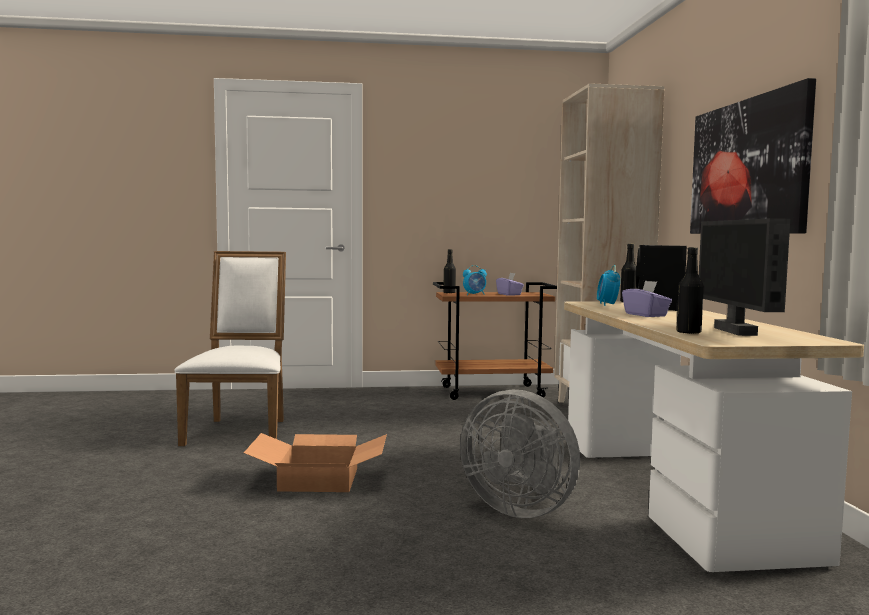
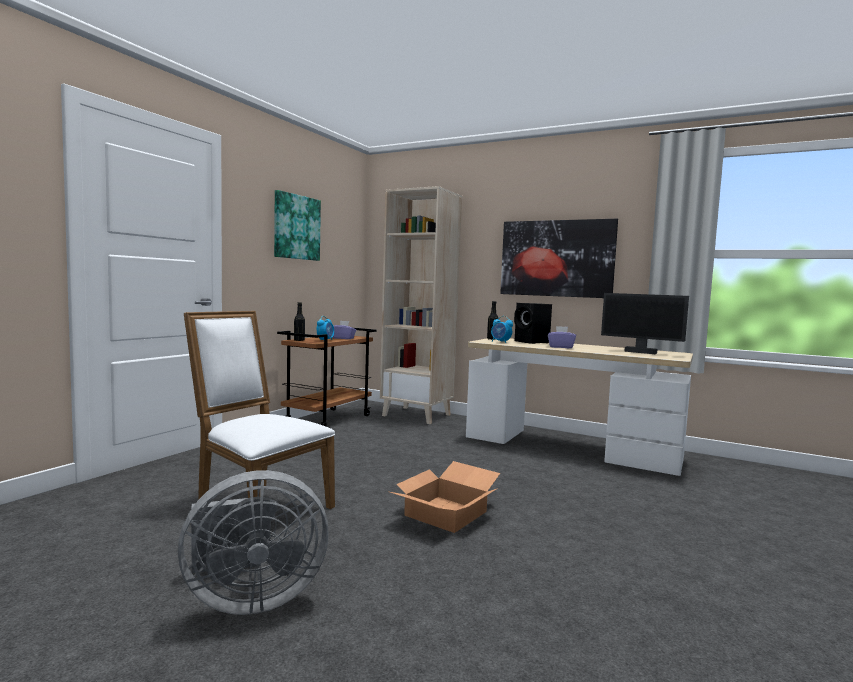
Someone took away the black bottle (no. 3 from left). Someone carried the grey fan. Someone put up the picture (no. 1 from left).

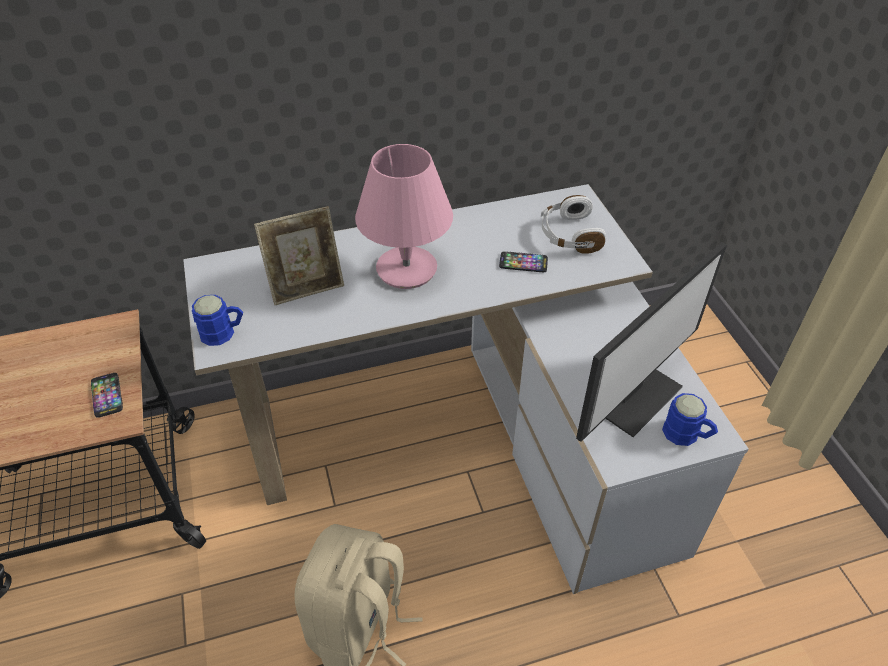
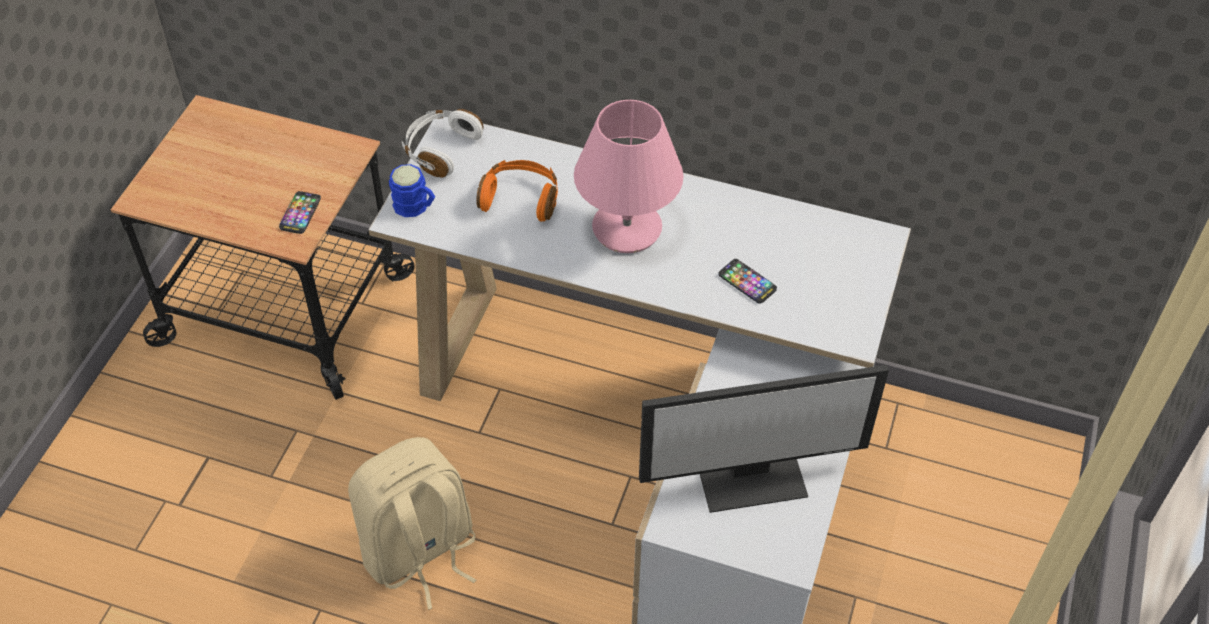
Someone carried the white headphones. Someone swapped the picture frame for the orange headphones. Someone took away the blue mug (no. 2 from left).

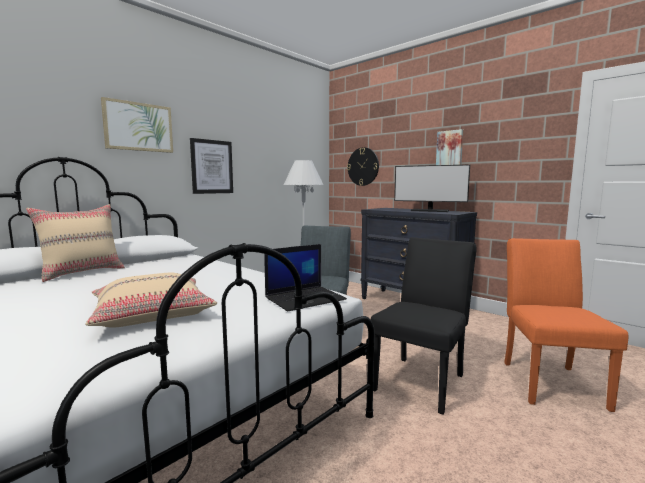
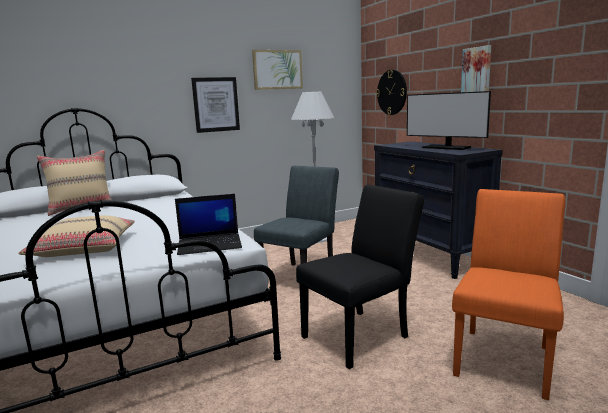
Someone carried the picture (no. 1 from left in the first image).

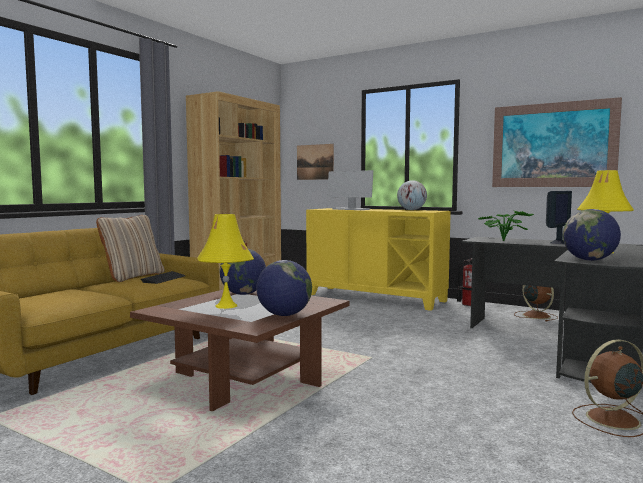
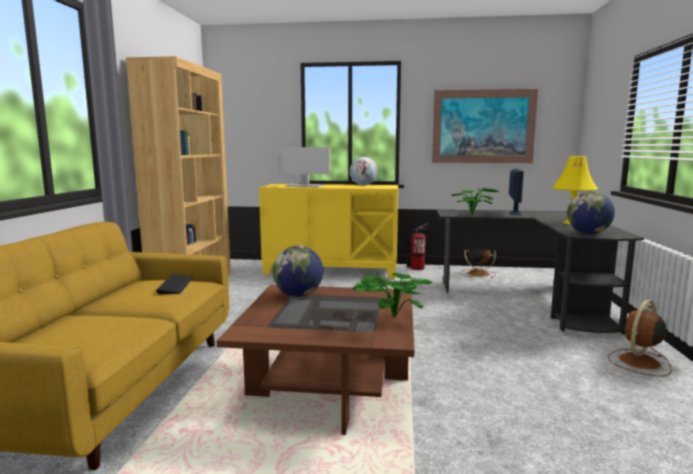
Someone took away the picture (no. 1 from left). Someone took away the yellow table lamp (no. 1 from left). Someone took away the beige pillow. Someone swapped the globe (no. 2 from left) for the potted plant (no. 1 from left).

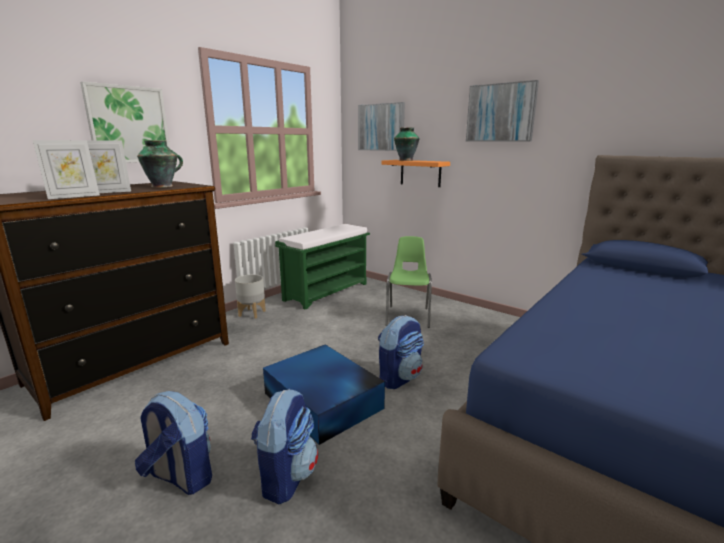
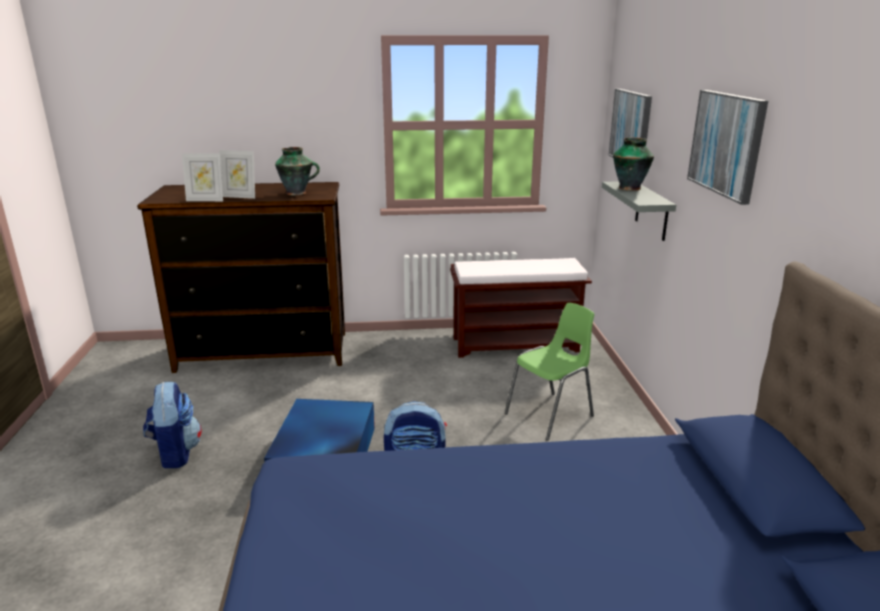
Someone took away the picture (no. 1 from left). Someone repainted the orange shelf, which became the grey shelf. Someone repainted the green bench, which became the brown bench. Someone took away the grey planter. Someone took away the backpack (no. 2 from left).

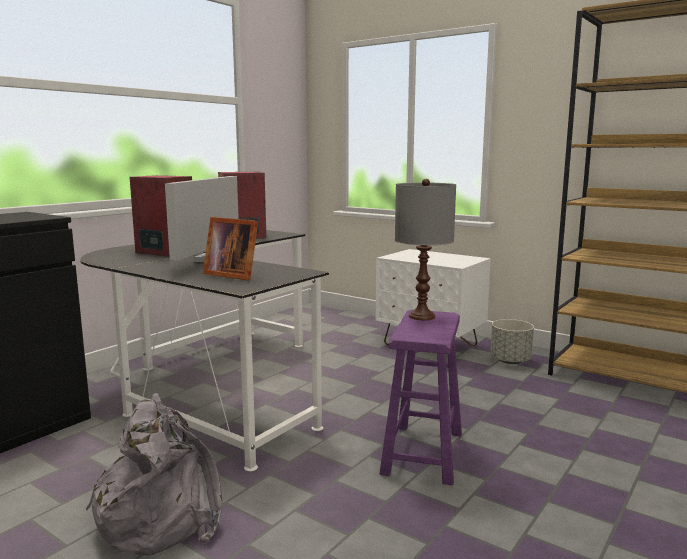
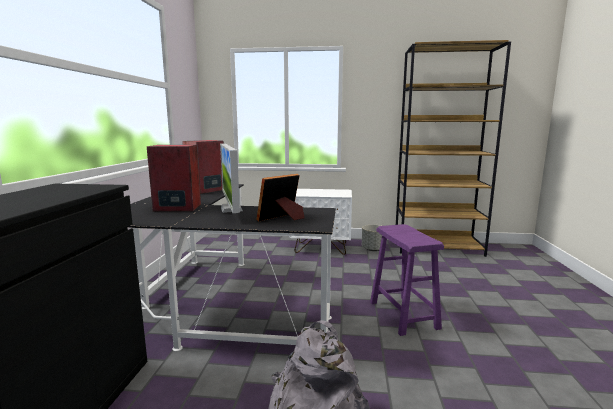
Someone took away the grey table lamp. Someone rotated the picture frame by 135 degrees clockwise.

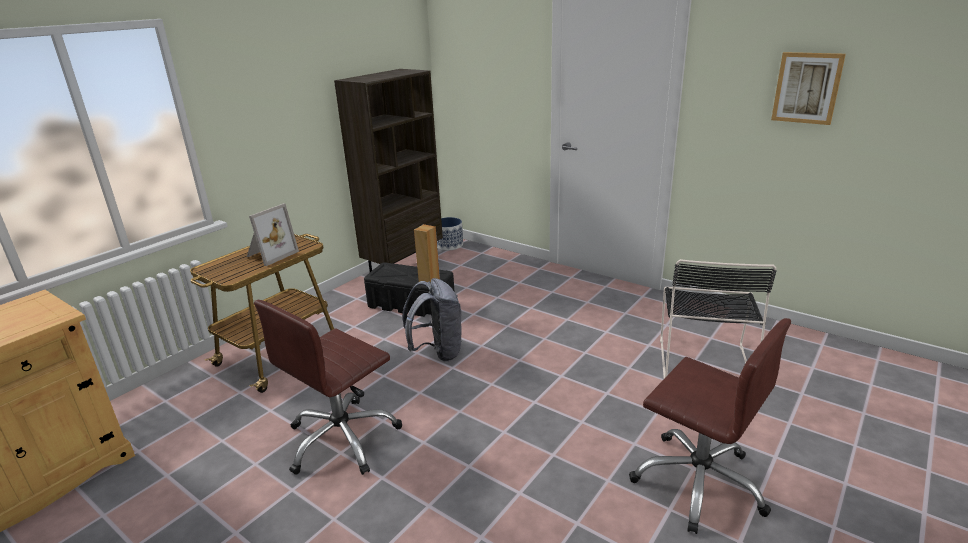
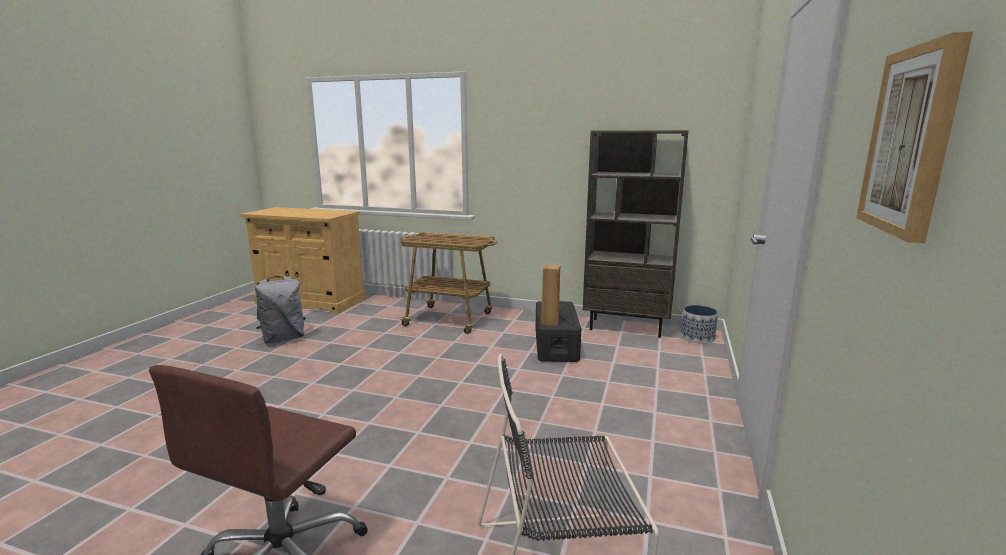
Someone took away the picture frame. Someone carried the grey backpack. Someone took away the brown office chair (no. 1 from left).

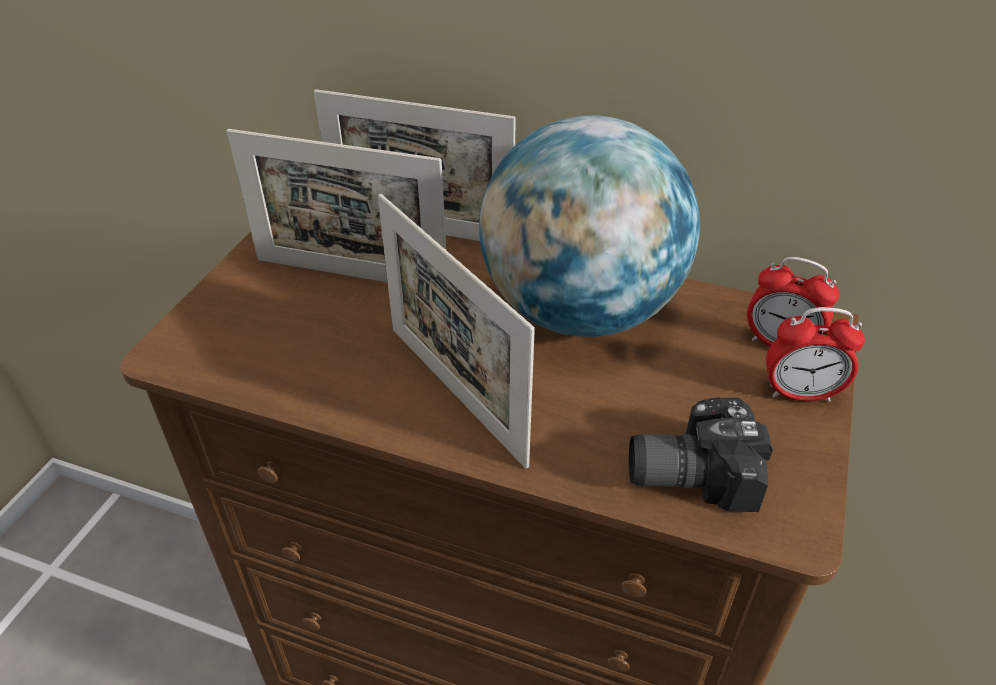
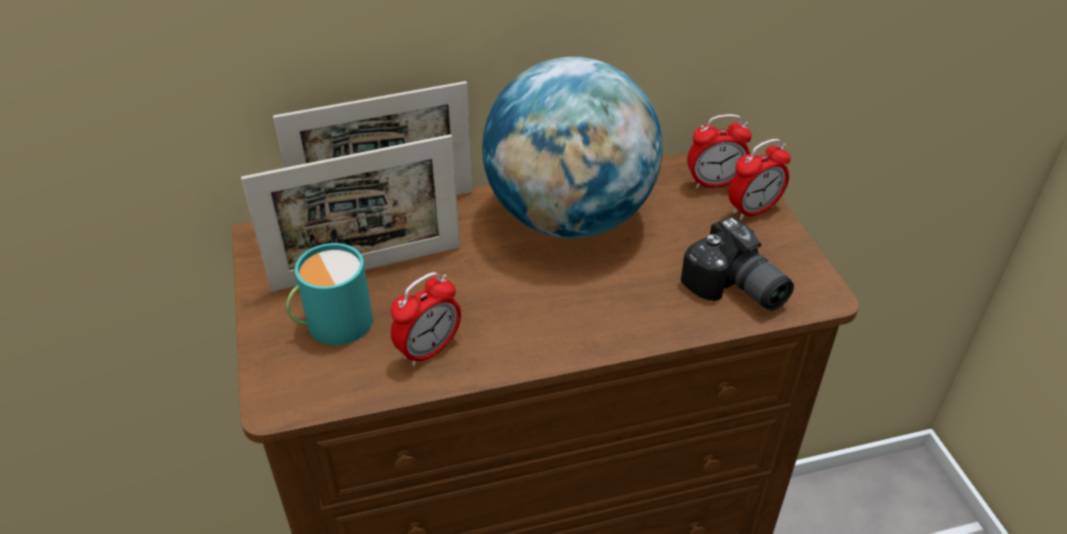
Someone took away the picture frame (no. 3 from left). Someone rotated the photo camera by 90 degrees counterclockwise. Someone put down the turquoise mug. Someone put down the alarm clock (no. 1 from left).

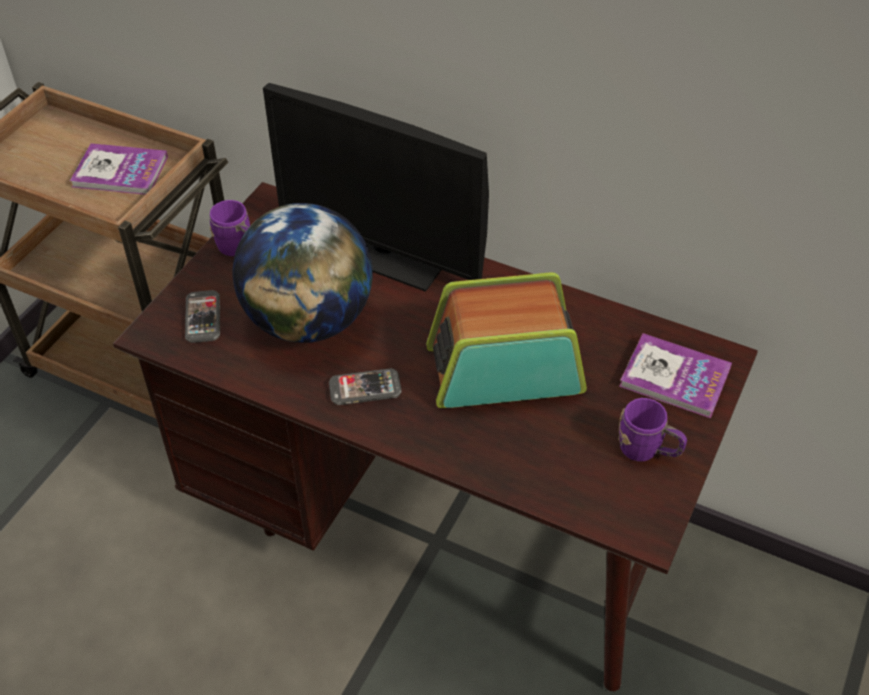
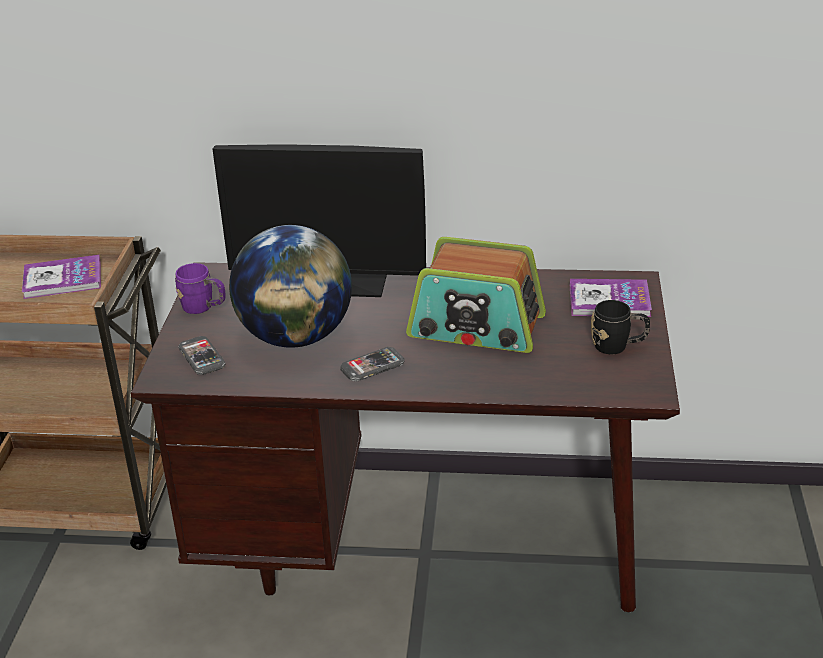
Someone rotated the radio by 135 degrees counterclockwise. Someone repainted the purple mug (no. 2 from left), which became the black mug.

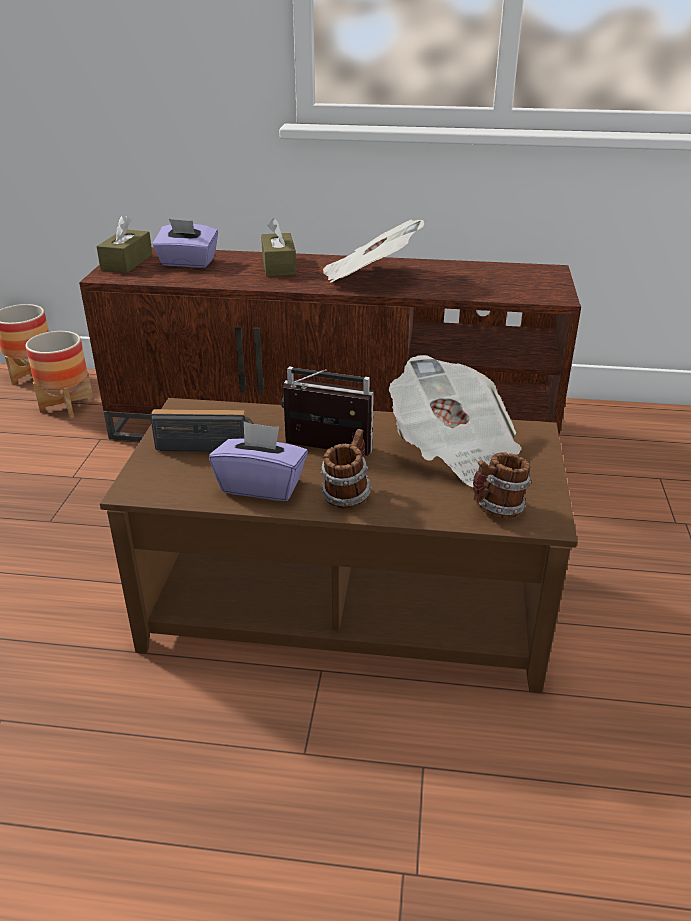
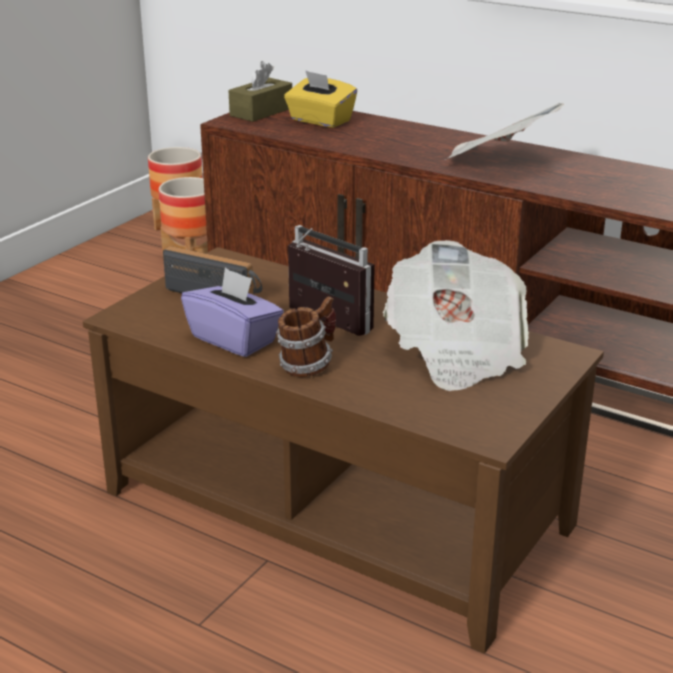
Someone took away the brown tissue box (no. 2 from left). Someone repainted the purple tissue box (no. 1 from left), which became the yellow tissue box. Someone took away the mug (no. 2 from left).

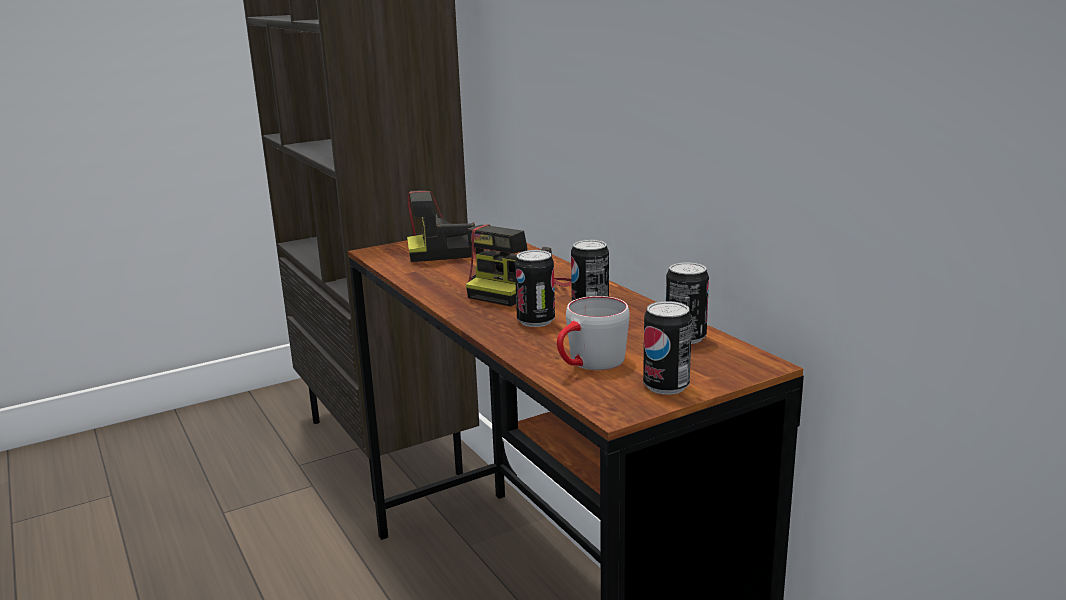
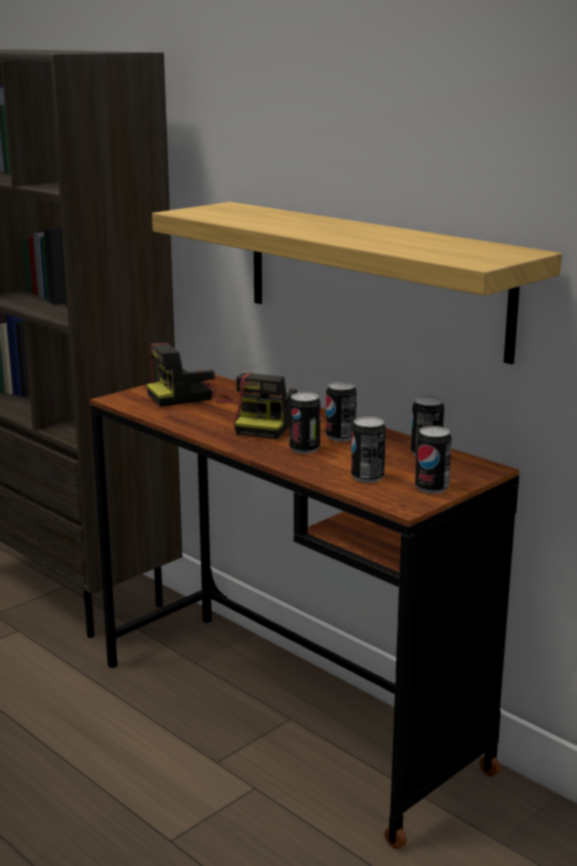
Someone swapped the grey mug for the can (no. 3 from left). Someone put up the shelf.

